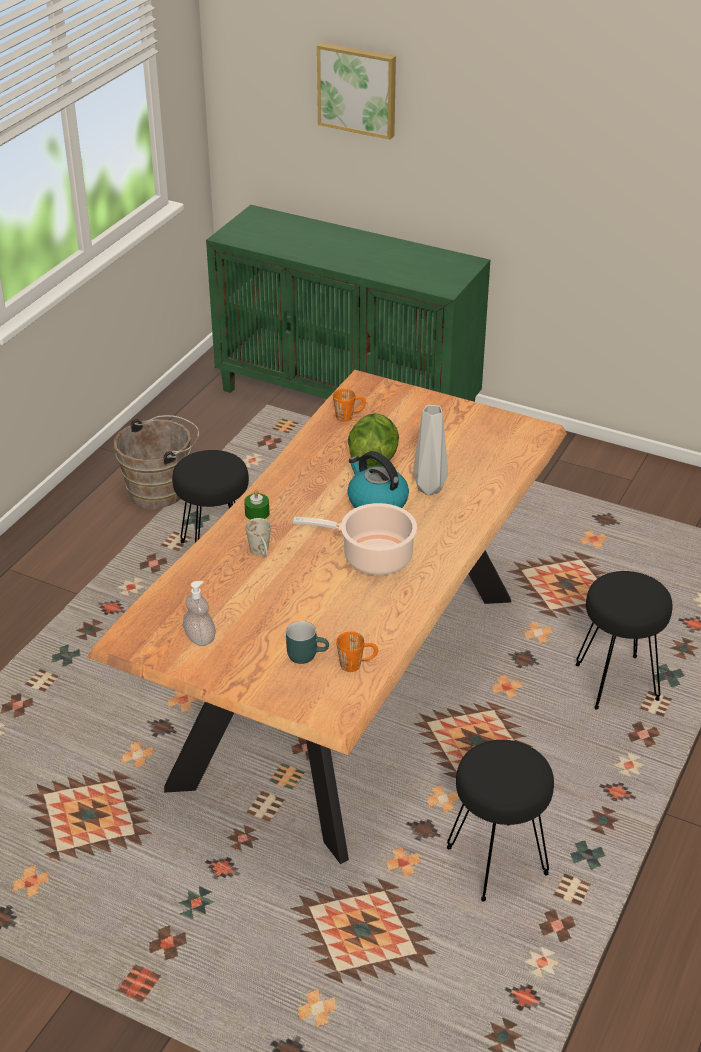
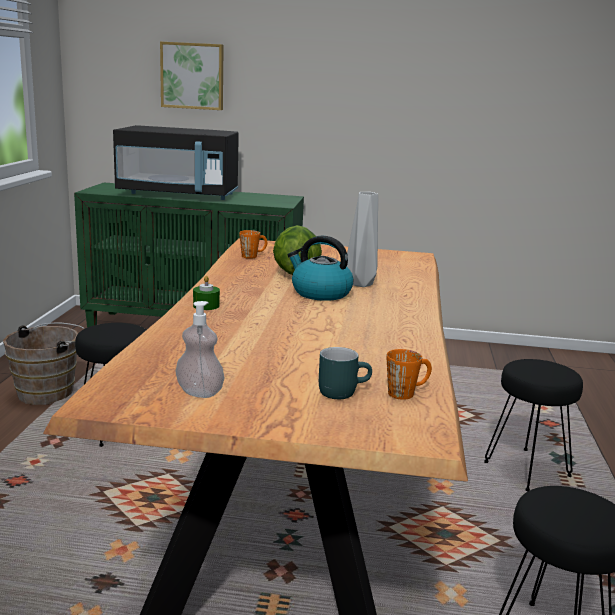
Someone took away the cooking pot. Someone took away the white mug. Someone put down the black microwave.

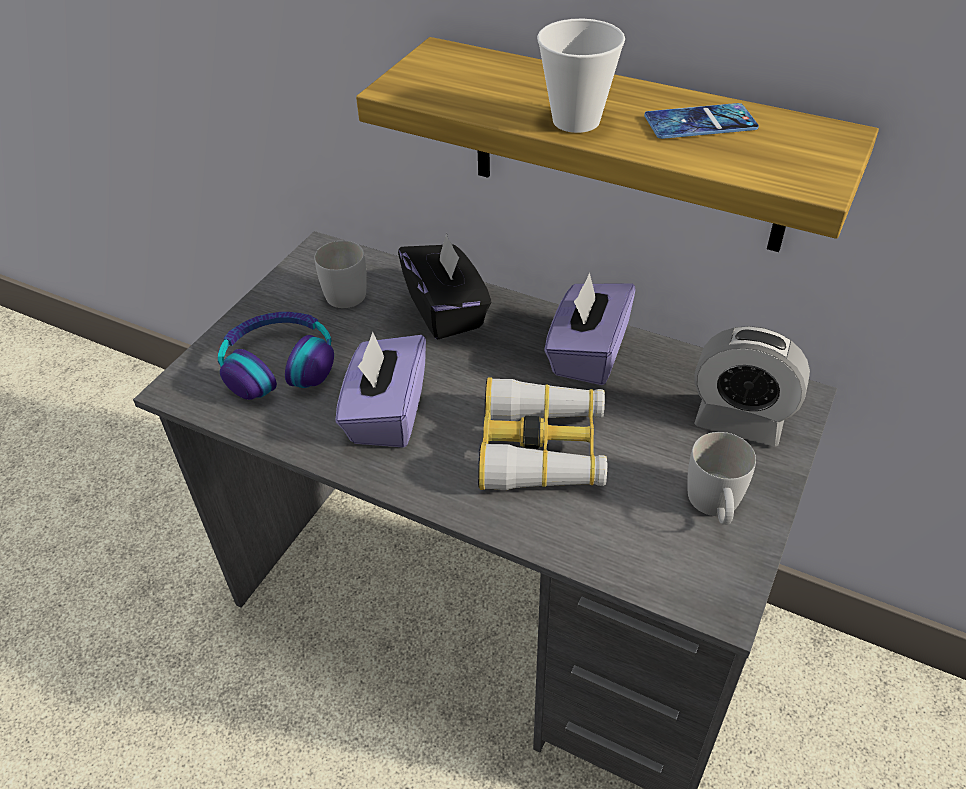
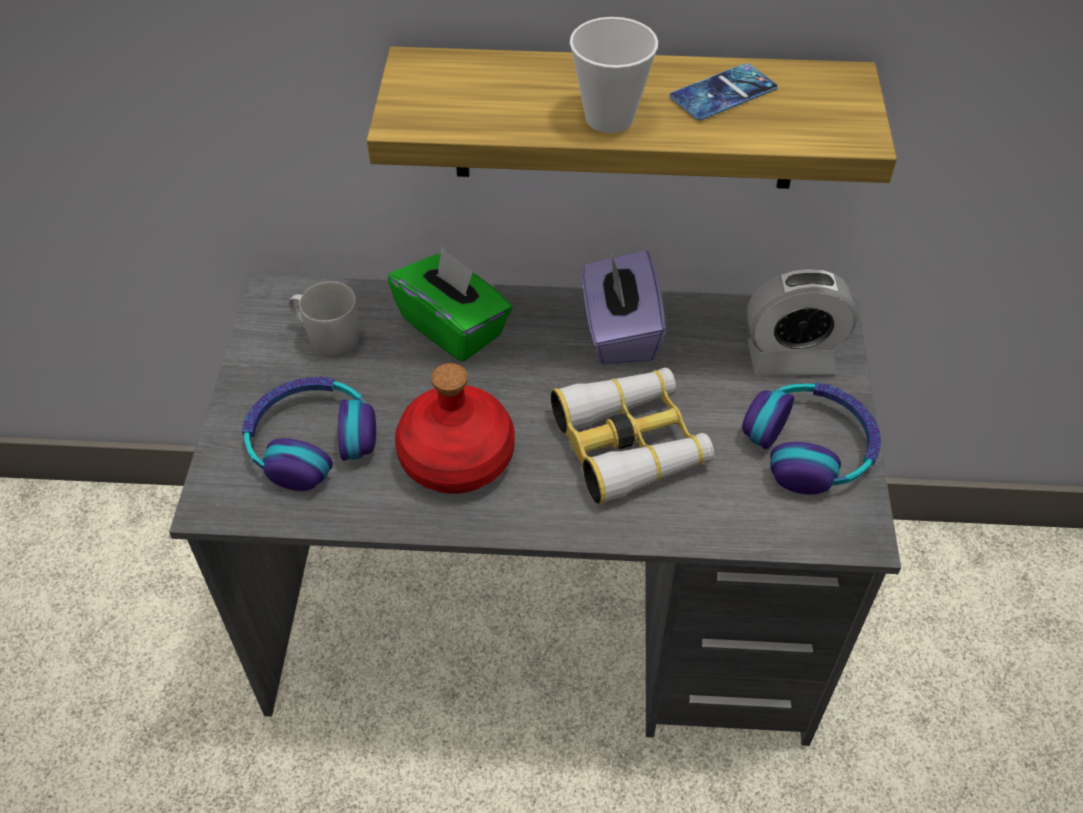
Someone repainted the black tissue box, which became the green tissue box. Someone swapped the purple tissue box (no. 1 from left) for the red bottle. Someone swapped the white mug (no. 2 from left) for the headphones (no. 2 from left).

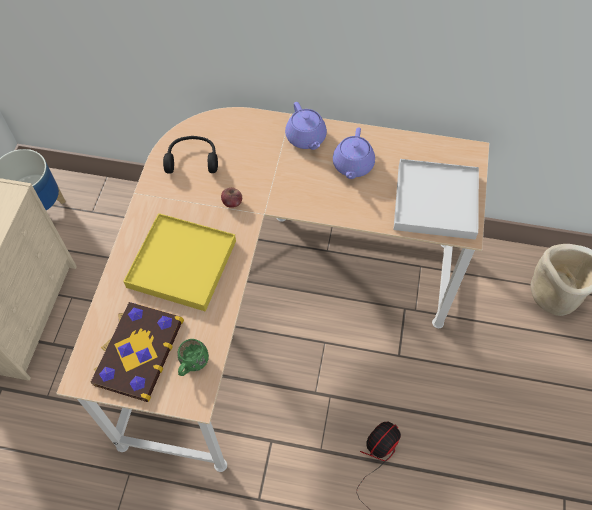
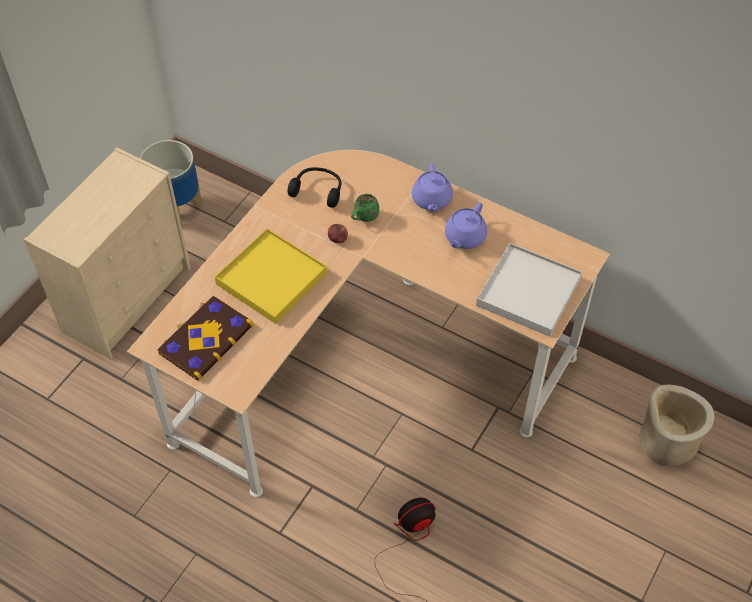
Someone carried the green mug.

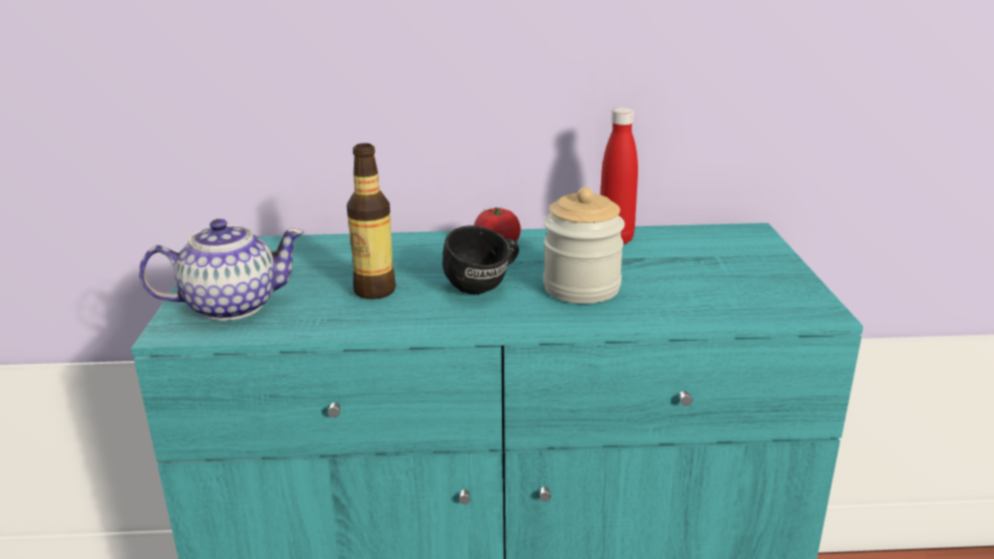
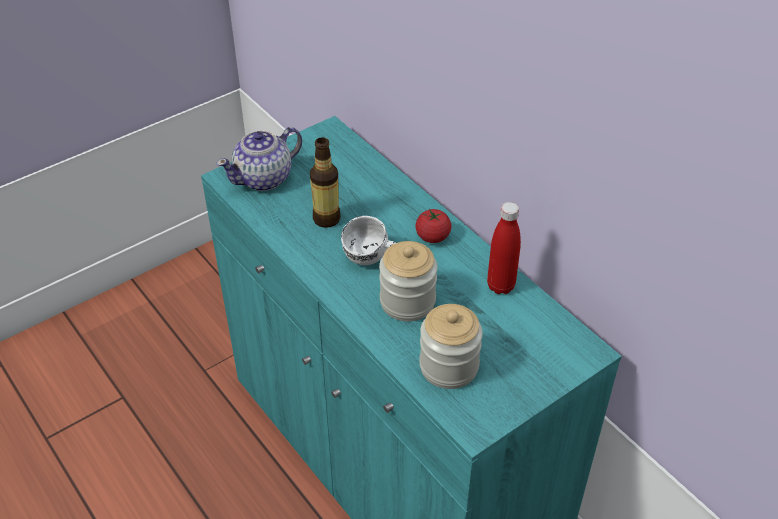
Someone rotated the teapot by 105 degrees clockwise. Someone repainted the black mug, which became the white mug. Someone put down the jar (no. 2 from left).

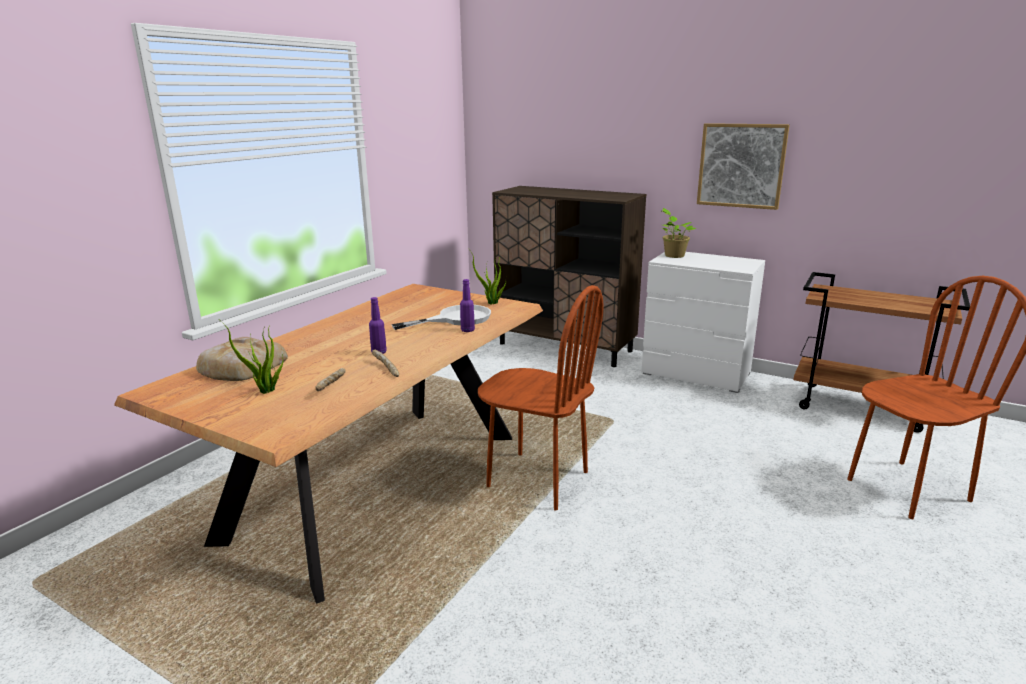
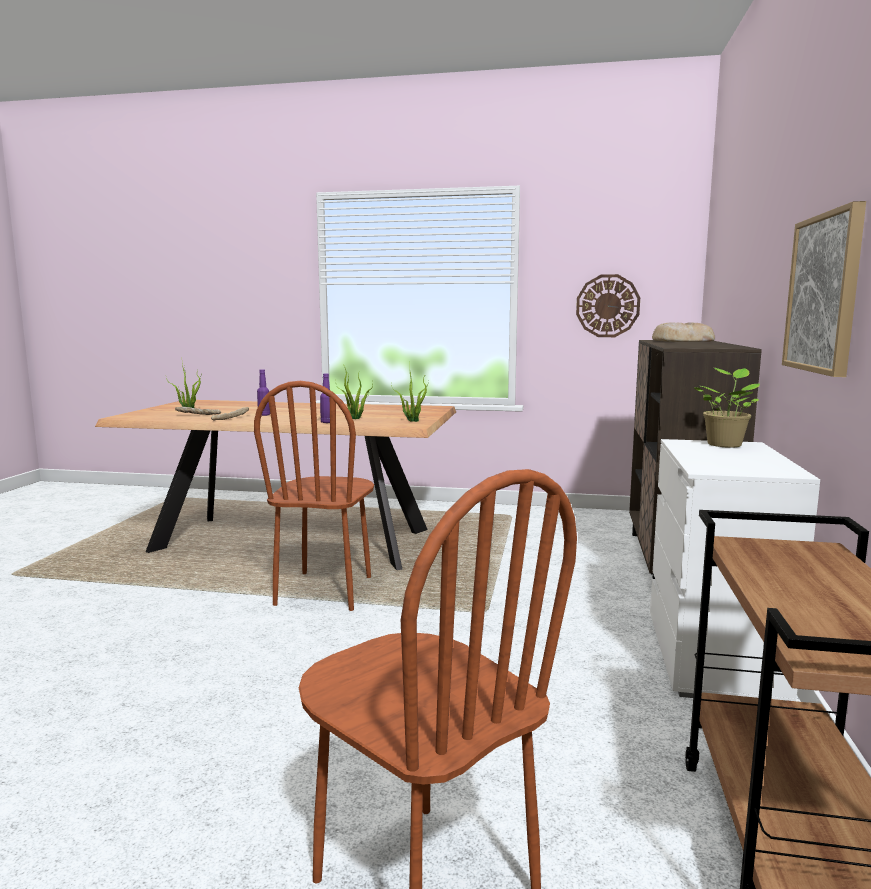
Someone swapped the white frying pan for the potted plant (no. 2 from left). Someone carried the bread (no. 1 from left in the first image). Someone put up the wall clock.

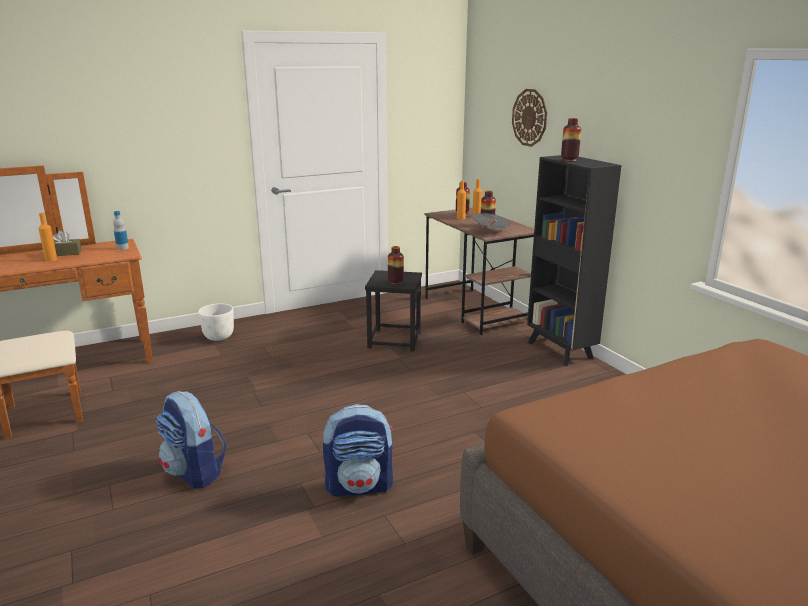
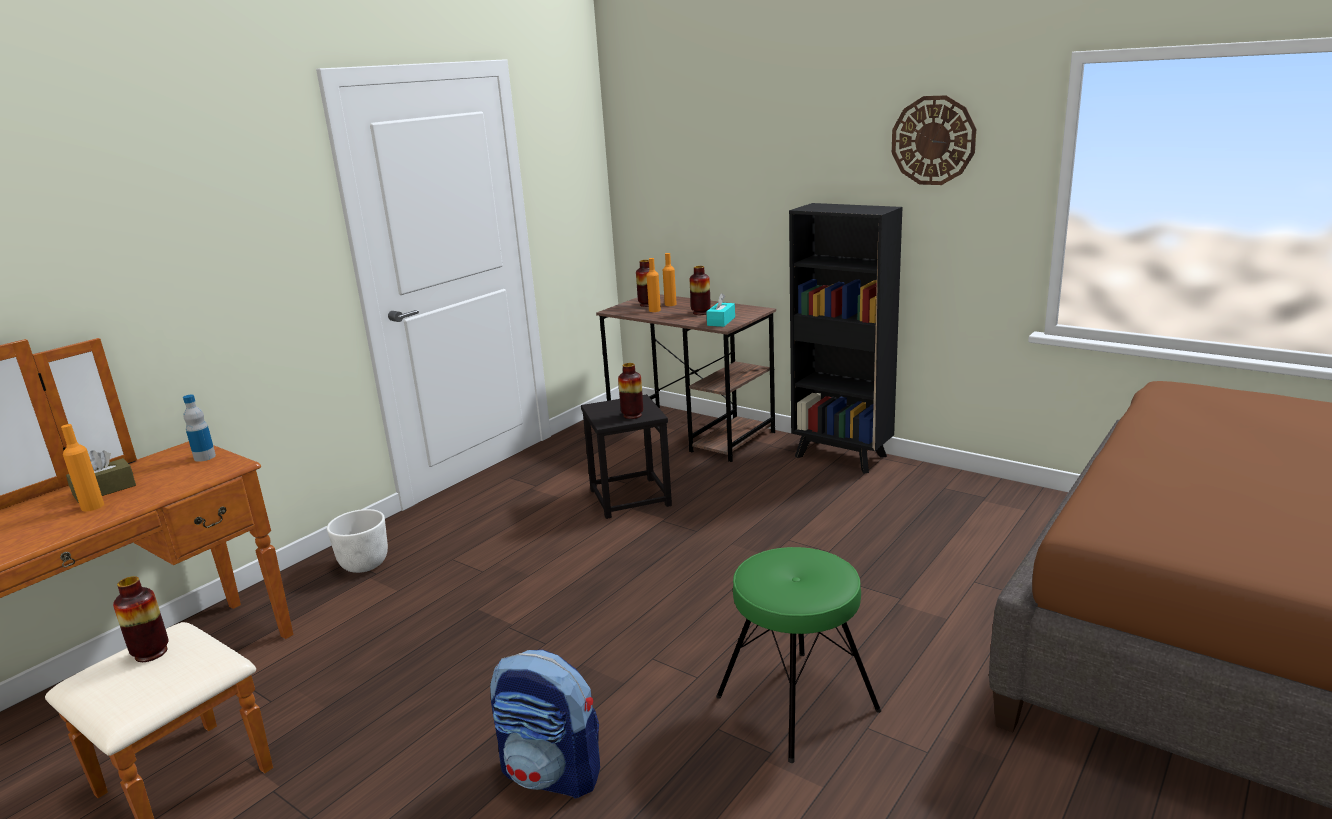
Someone carried the wall clock. Someone carried the vase (no. 4 from left in the first image). Someone swapped the newspaper for the turquoise tissue box. Someone swapped the backpack (no. 2 from left) for the green stool.

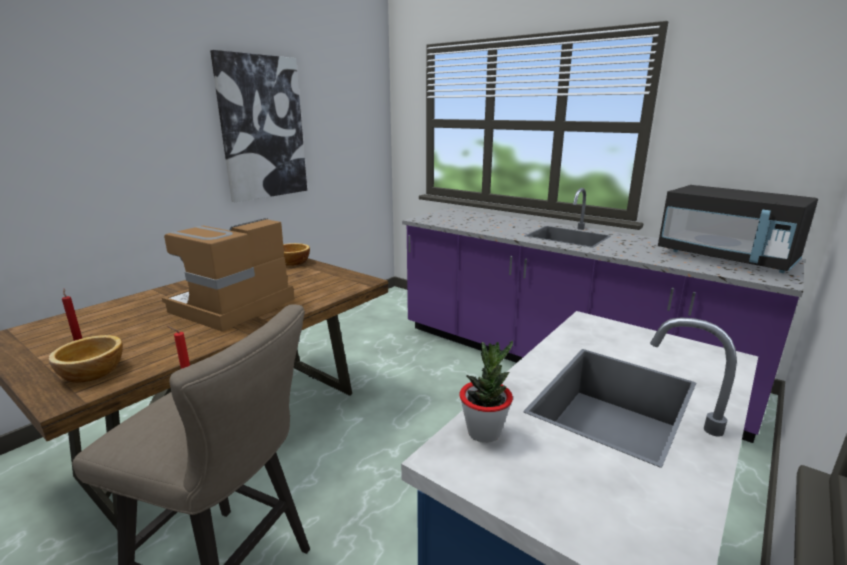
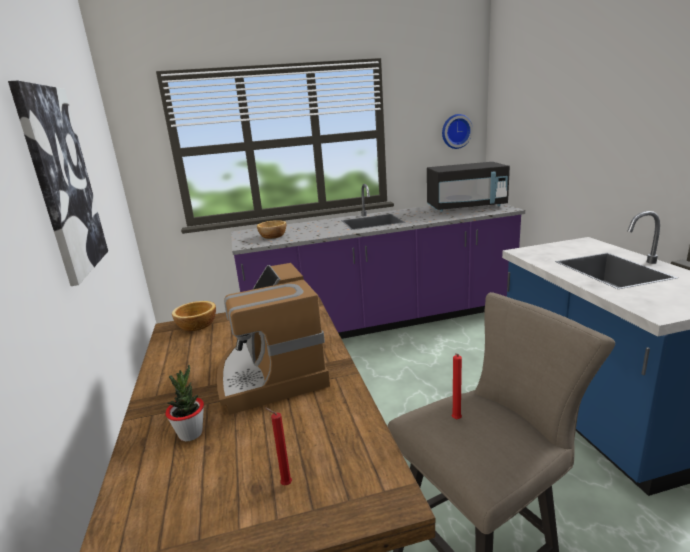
Someone carried the bowl (no. 1 from left in the first image). Someone carried the potted plant. Someone put up the wall clock.

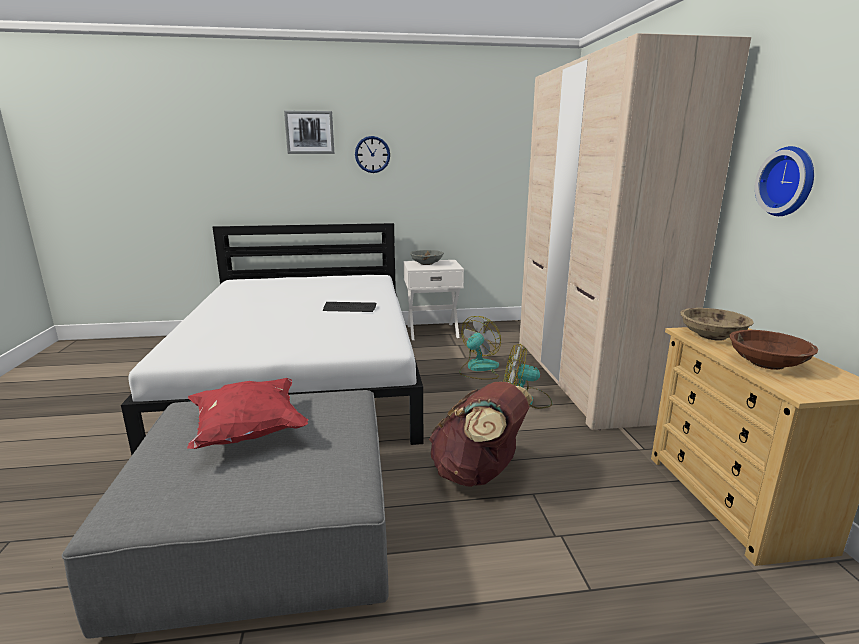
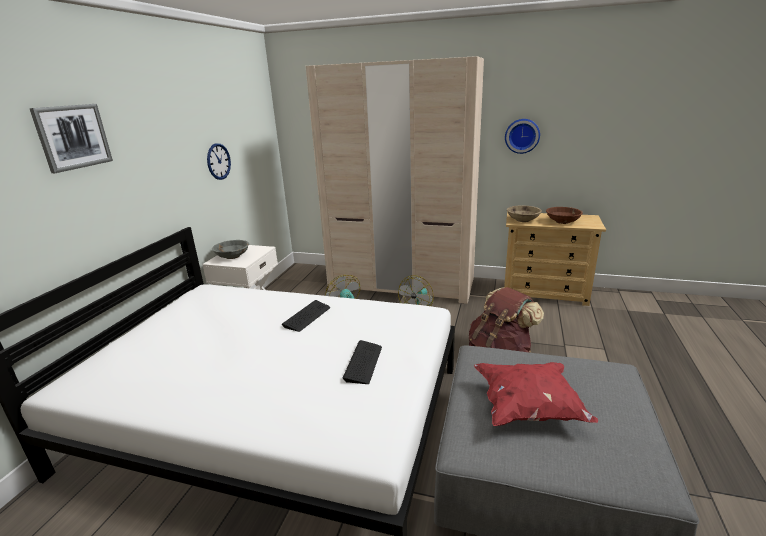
Someone carried the wall clock (no. 1 from left). Someone put down the keyboard (no. 2 from left).

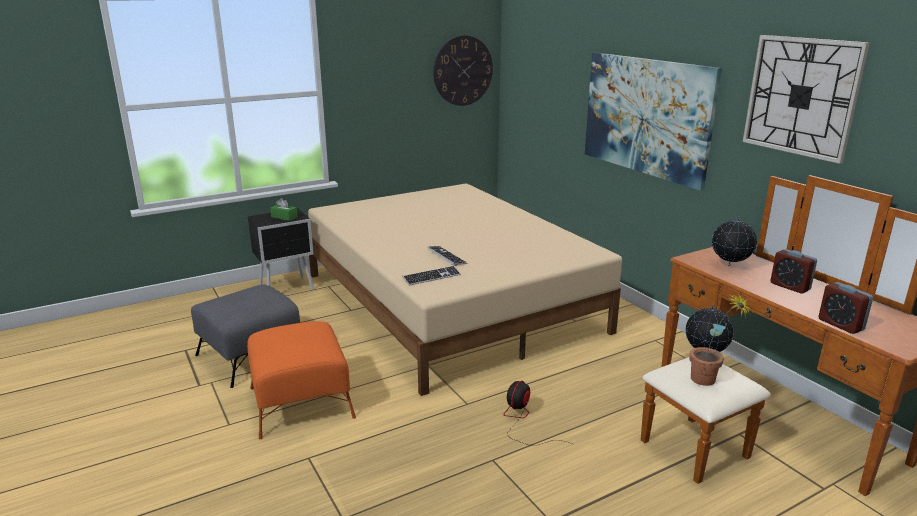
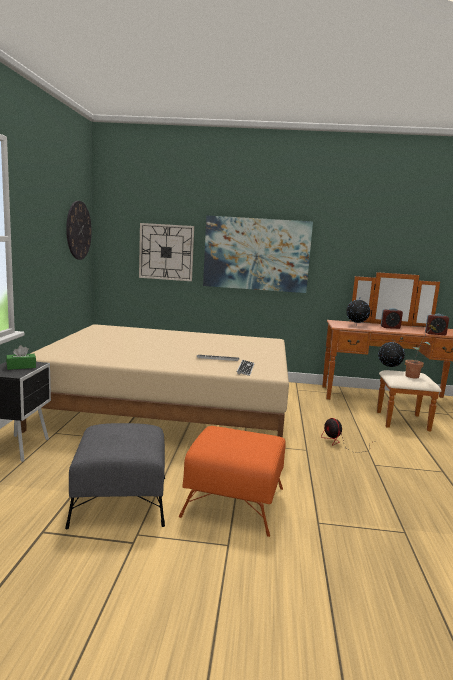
Someone carried the wall clock (no. 2 from left).

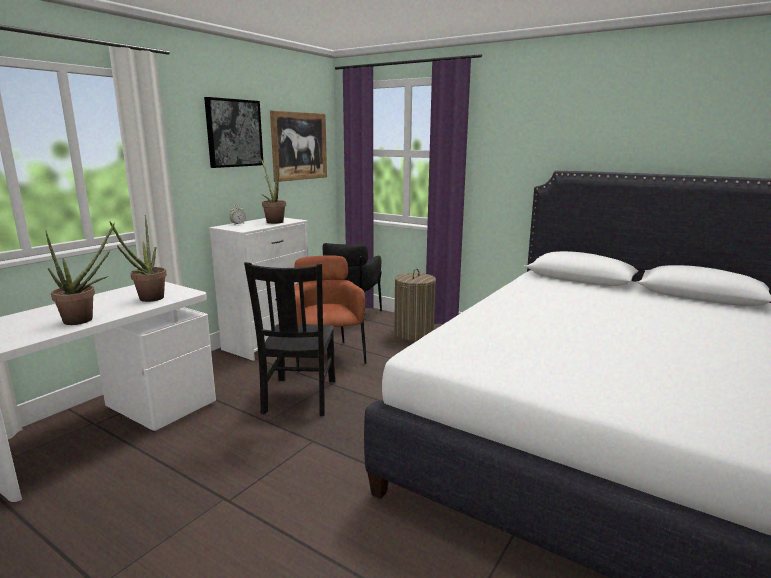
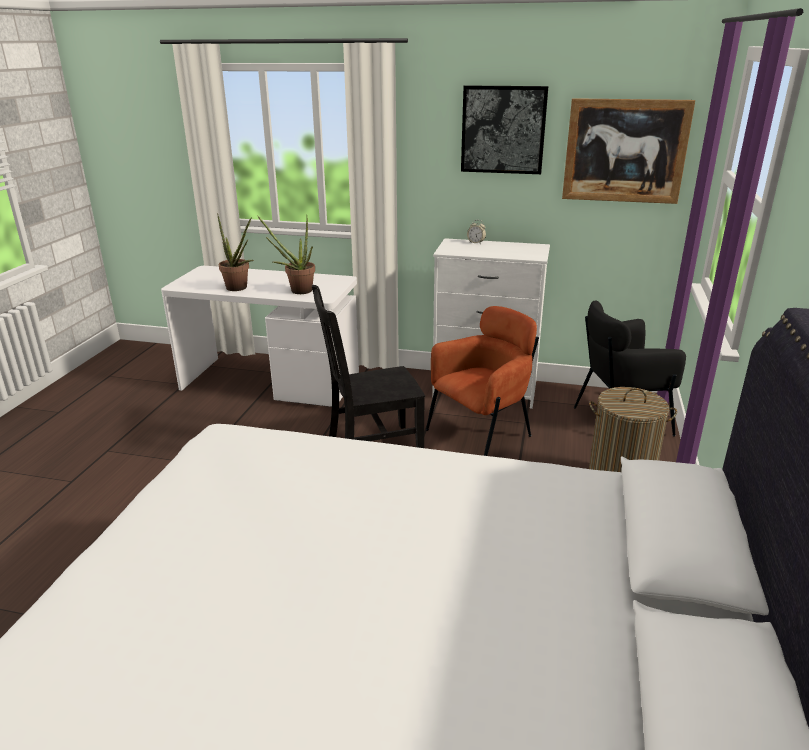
Someone took away the potted plant (no. 3 from left).

